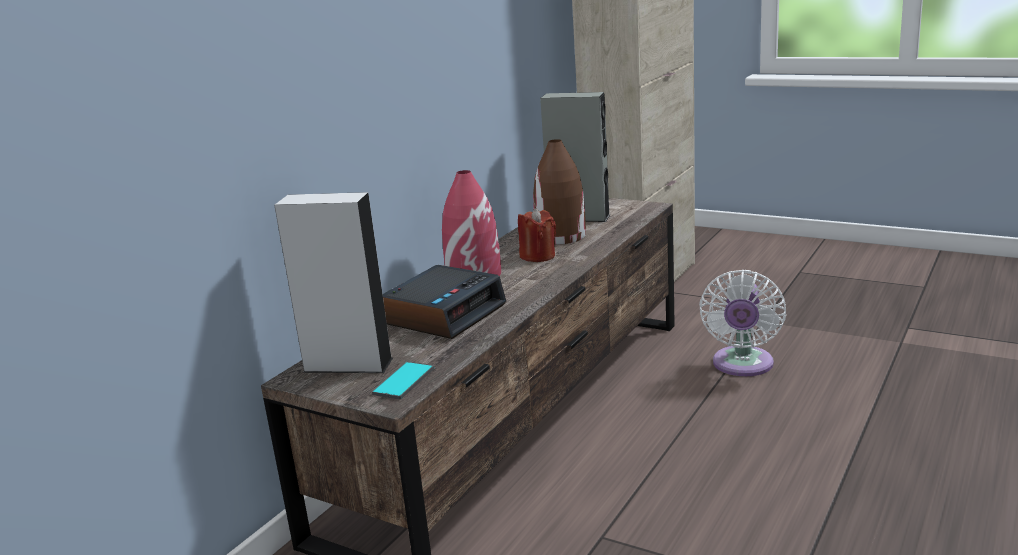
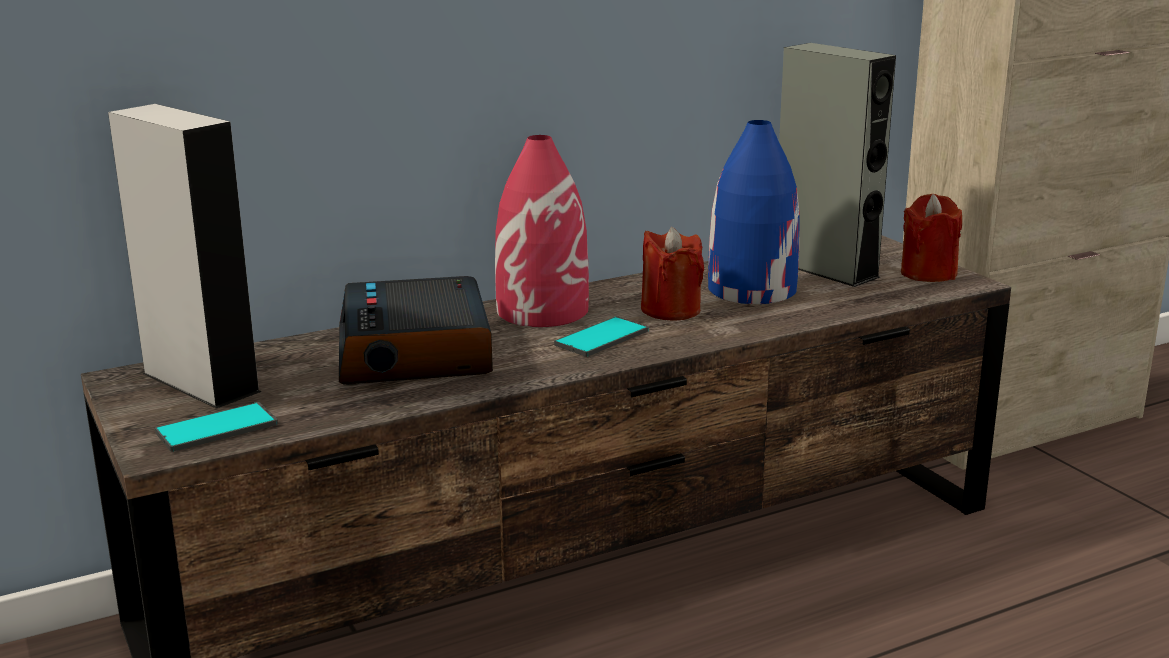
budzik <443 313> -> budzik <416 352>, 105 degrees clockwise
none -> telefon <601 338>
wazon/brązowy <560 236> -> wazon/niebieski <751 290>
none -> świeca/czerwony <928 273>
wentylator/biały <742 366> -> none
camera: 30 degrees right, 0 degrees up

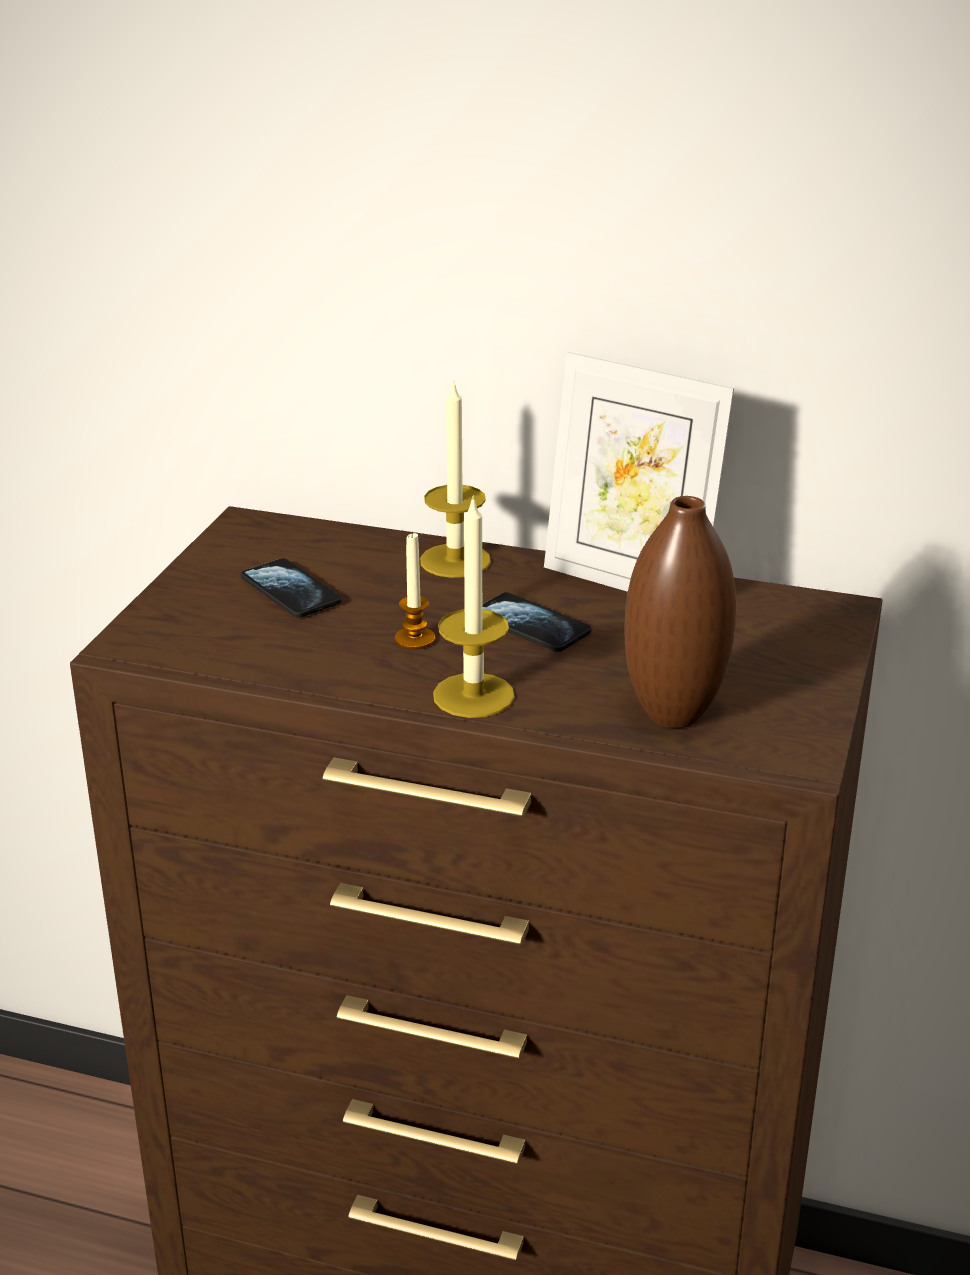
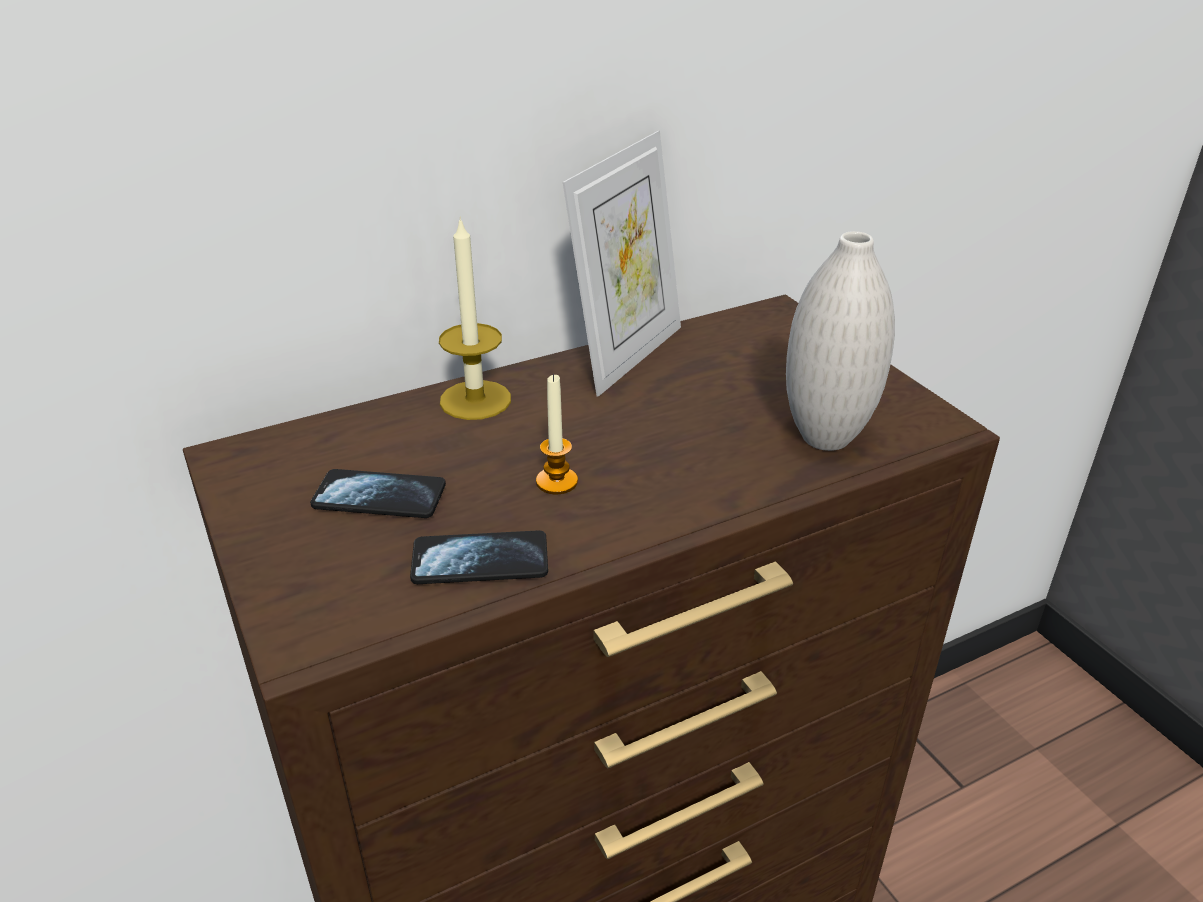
telefon <531 625> -> telefon <480 561>, moved
ramka na zdjęcie <629 582> -> ramka na zdjęcie <626 355>, 45 degrees counterclockwise
wazon/brązowy <673 715> -> wazon/biały <825 438>
świeca <473 695> -> none
camera: 45 degrees left, 5 degrees up

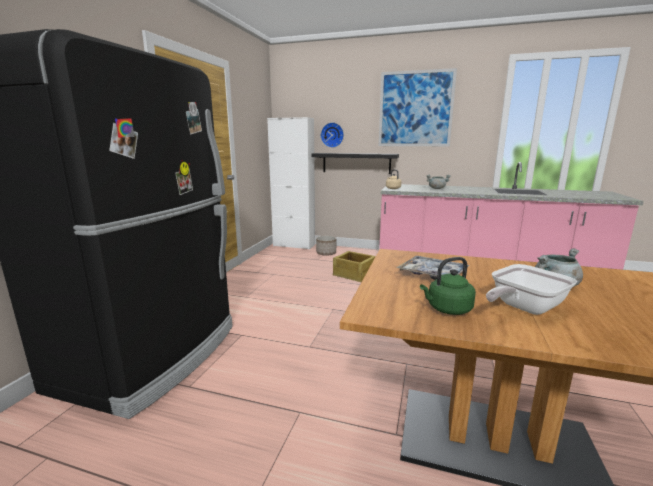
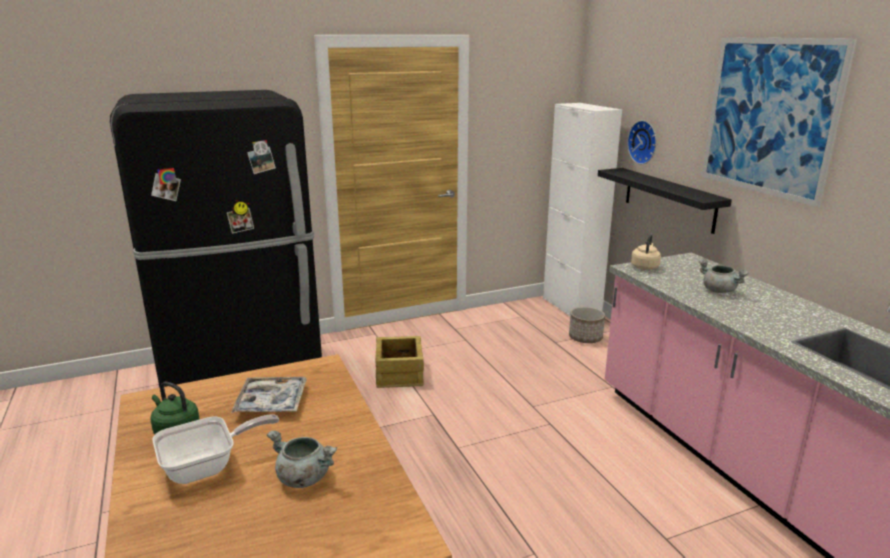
patelnia <522 308> -> patelnia <207 467>, 135 degrees clockwise
skrzynka <354 275> -> skrzynka <398 374>, moved
camera: 50 degrees right, 5 degrees up

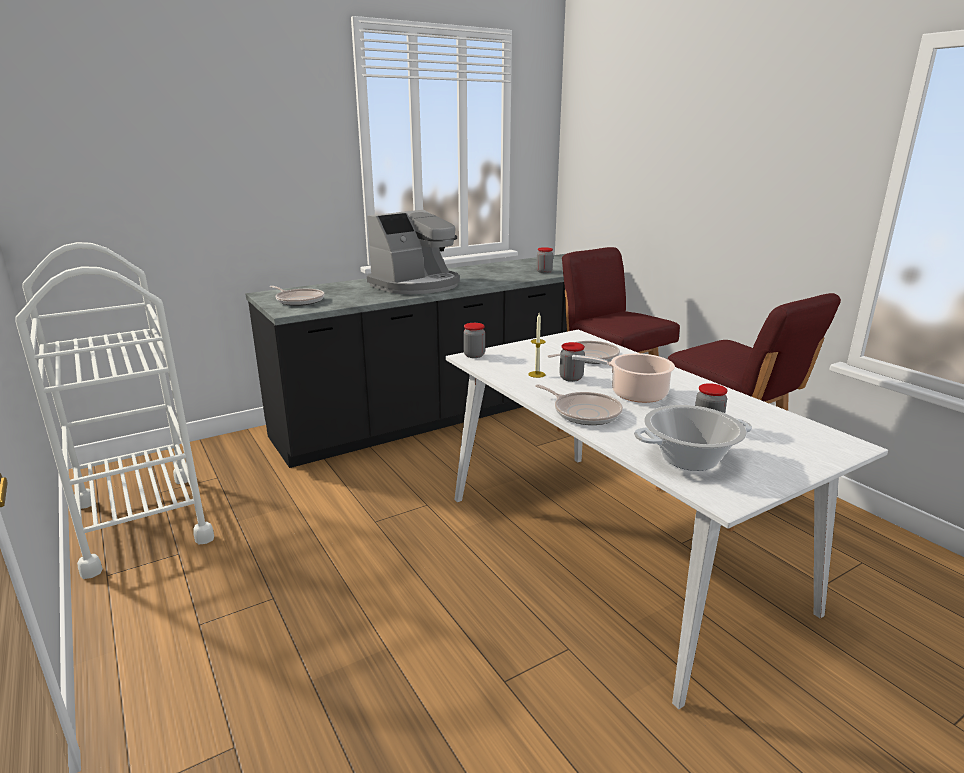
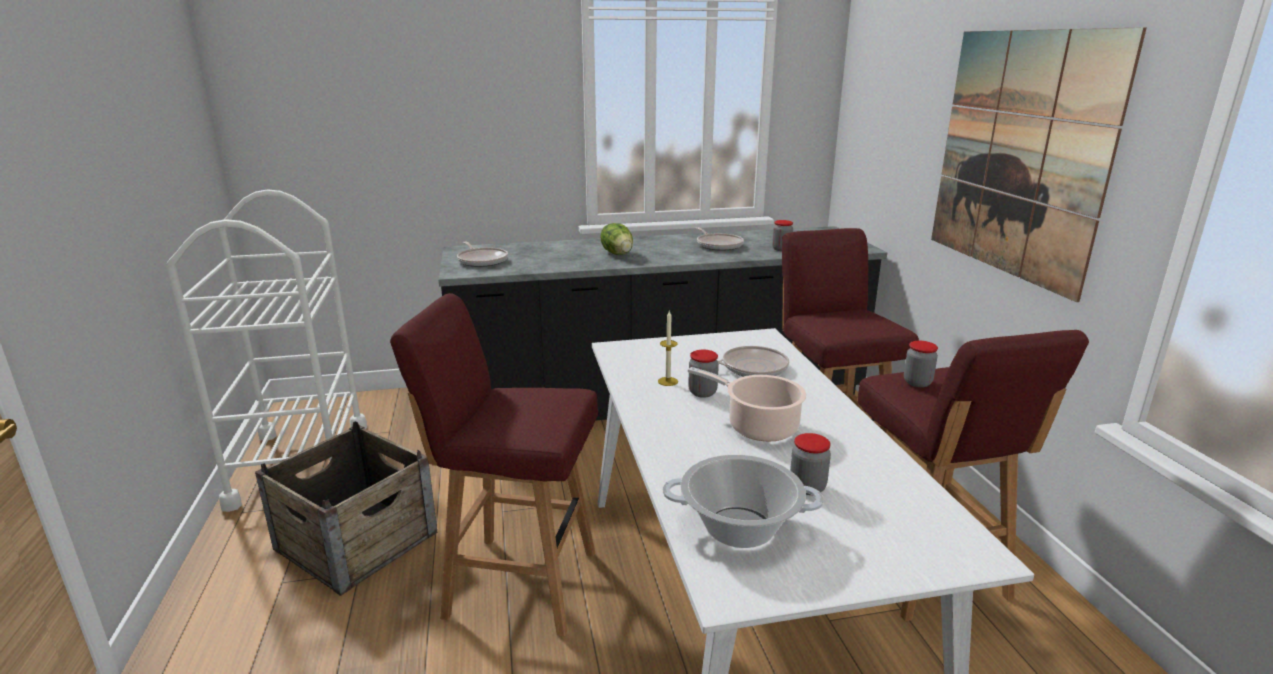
none -> skrzynka <356 541>
none -> stołek/czerwony <518 582>
ekspres do kawy <416 285> -> sałata <618 253>
patelnia <584 412> -> patelnia <718 245>, moved
słoik <474 355> -> słoik <917 382>, moved
none -> obraz <1019 155>
camera: 20 degrees right, 0 degrees up

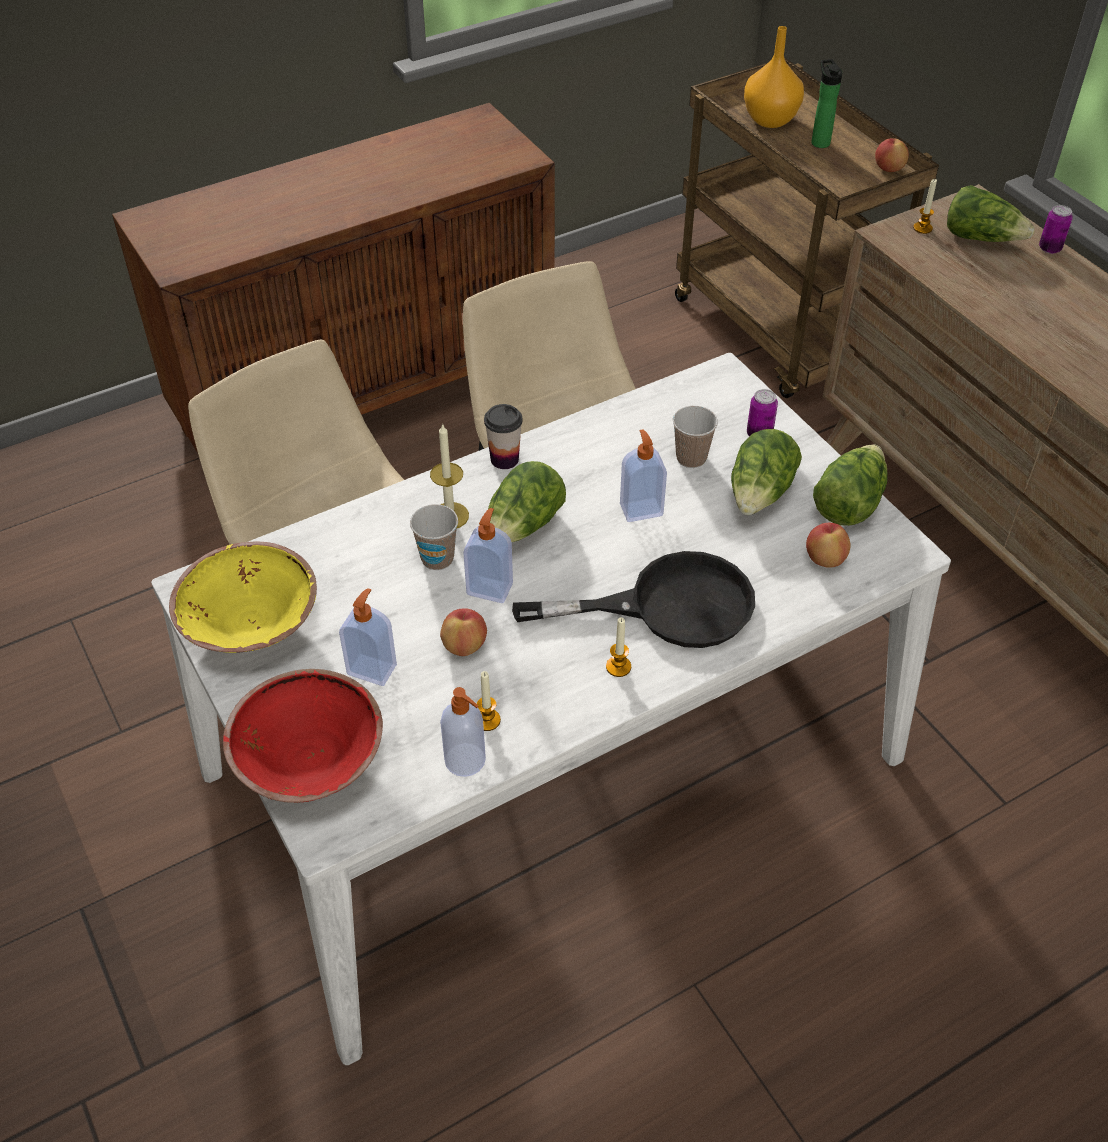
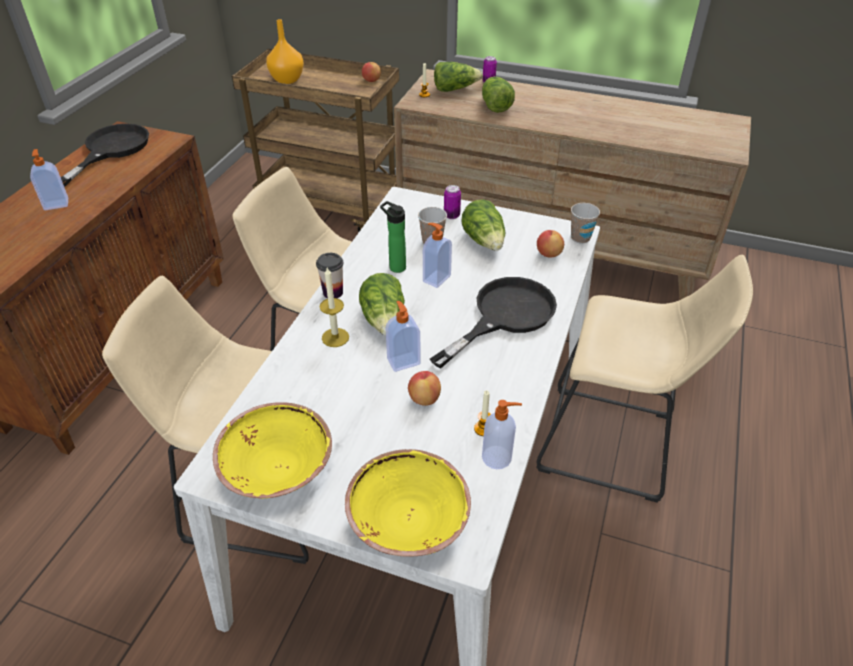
dozownik mydła <372 669> -> dozownik mydła <56 204>, moved
none -> patelnia/czarny <111 150>
miska/czerwony <309 759> -> miska/żółty <407 520>
butelka <819 141> -> butelka <395 267>, moved
sałata <848 502> -> sałata <495 105>, moved
none -> stołek/beżowy <614 446>
filiżanka <437 559> -> filiżanka <580 238>, moved
świeca <618 667> -> none
camera: 40 degrees left, 5 degrees down

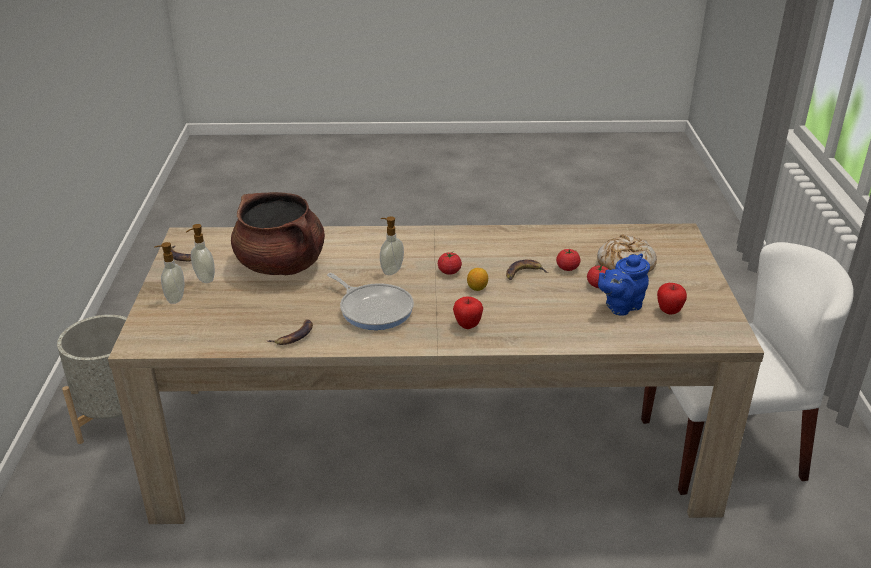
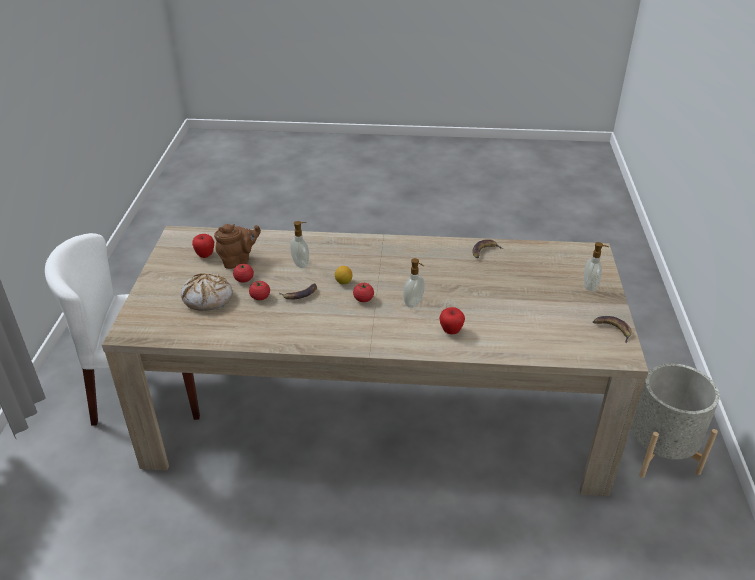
imbryk/niebieski <620 306> -> imbryk/brązowy <238 261>
dozownik mydła <204 279> -> dozownik mydła <301 264>, moved
jabłko <467 325> -> jabłko <451 331>, moved
garnek/brązowy <281 265> -> none
patelnia <374 309> -> none
camera: 175 degrees left, 5 degrees up

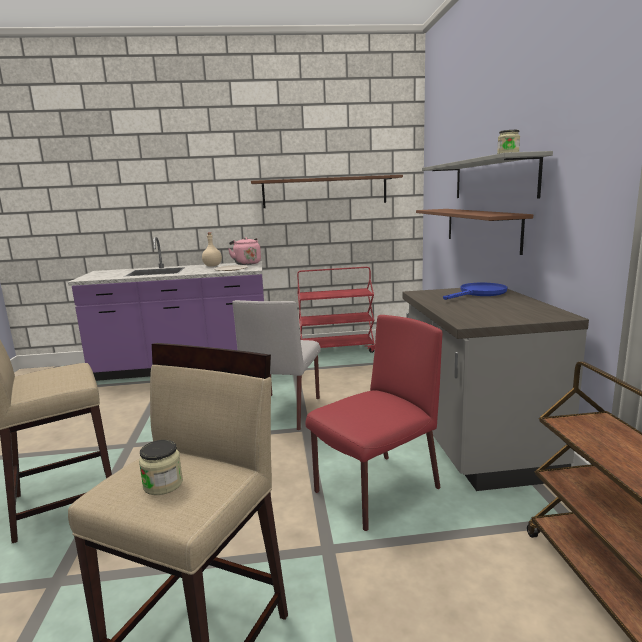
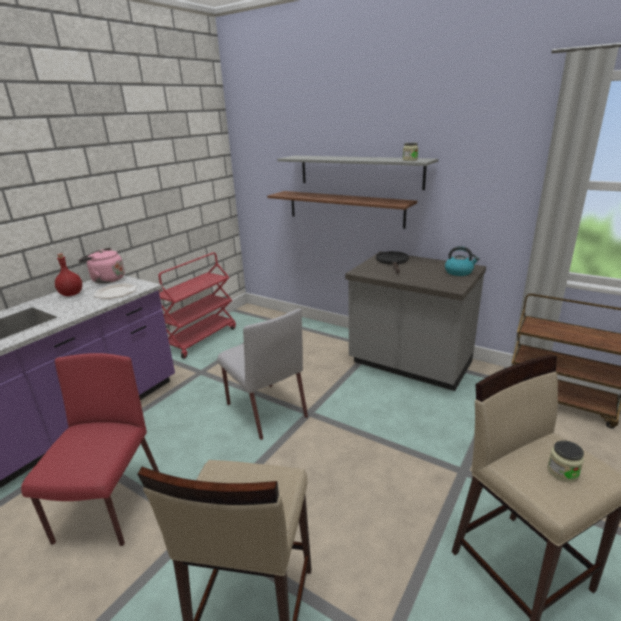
krzesło/czerwony <375 491> -> krzesło/czerwony <108 507>, moved
butelka/beżowy <213 266> -> butelka/czerwony <71 294>
patelnia/niebieski <479 293> -> patelnia/czarny <393 262>
none -> czajnik <459 272>
półka/brązowy <325 192> -> none
camera: 50 degrees left, 10 degrees up

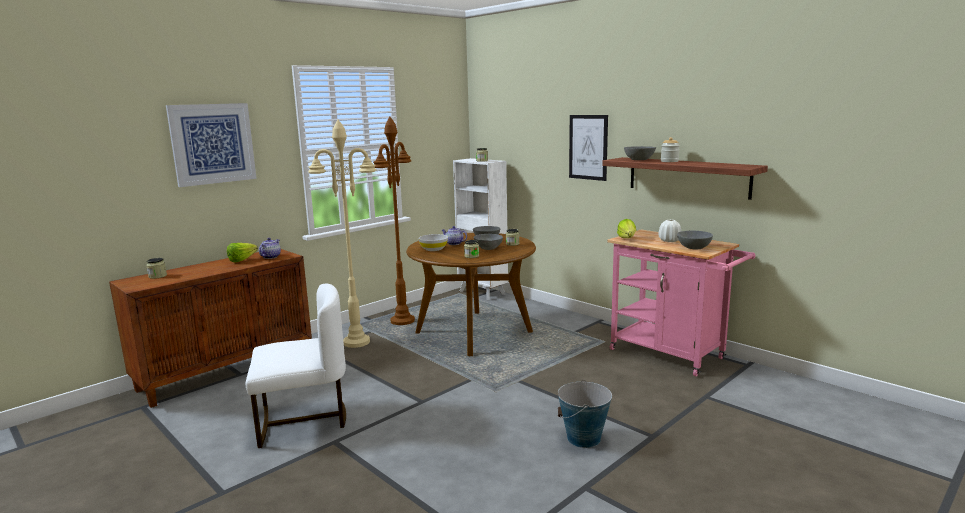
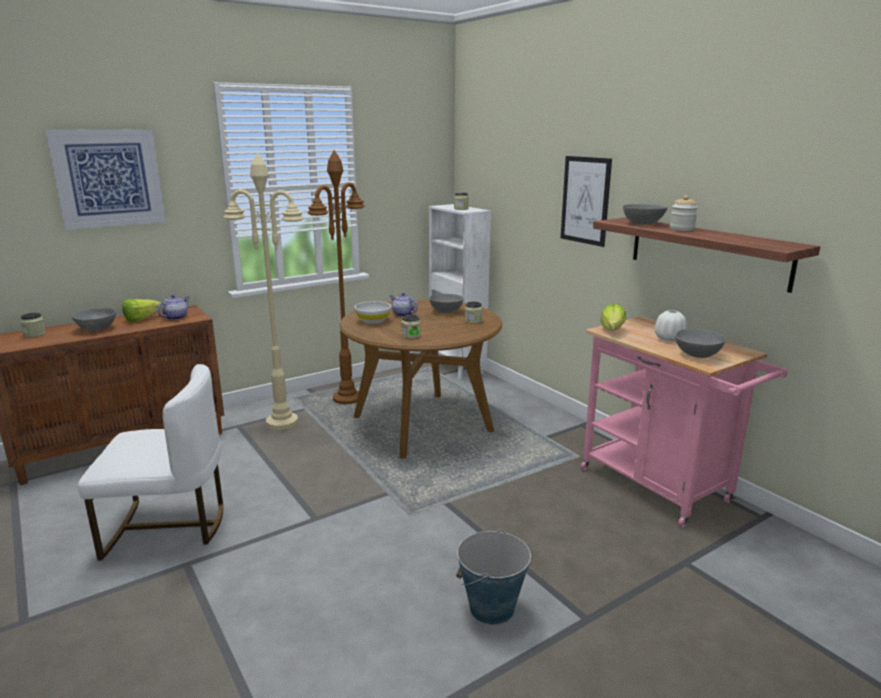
miska/szary <488 248> -> miska/szary <97 329>, moved
camera: 10 degrees right, 5 degrees up

